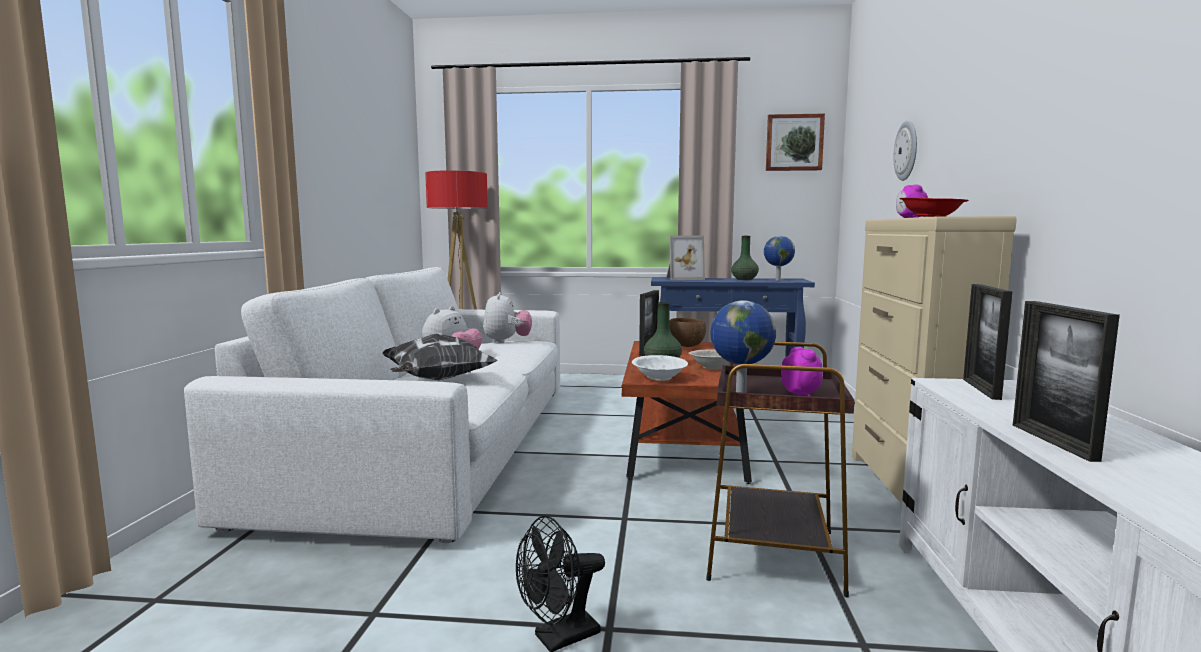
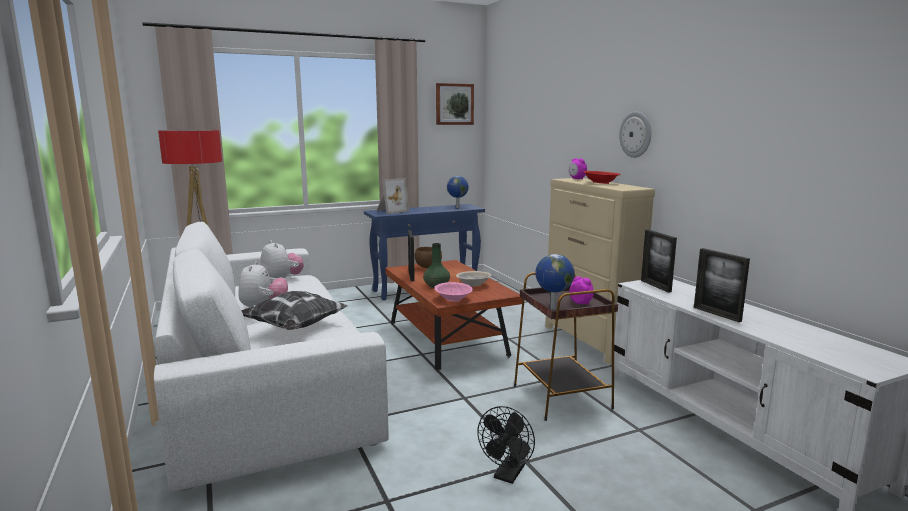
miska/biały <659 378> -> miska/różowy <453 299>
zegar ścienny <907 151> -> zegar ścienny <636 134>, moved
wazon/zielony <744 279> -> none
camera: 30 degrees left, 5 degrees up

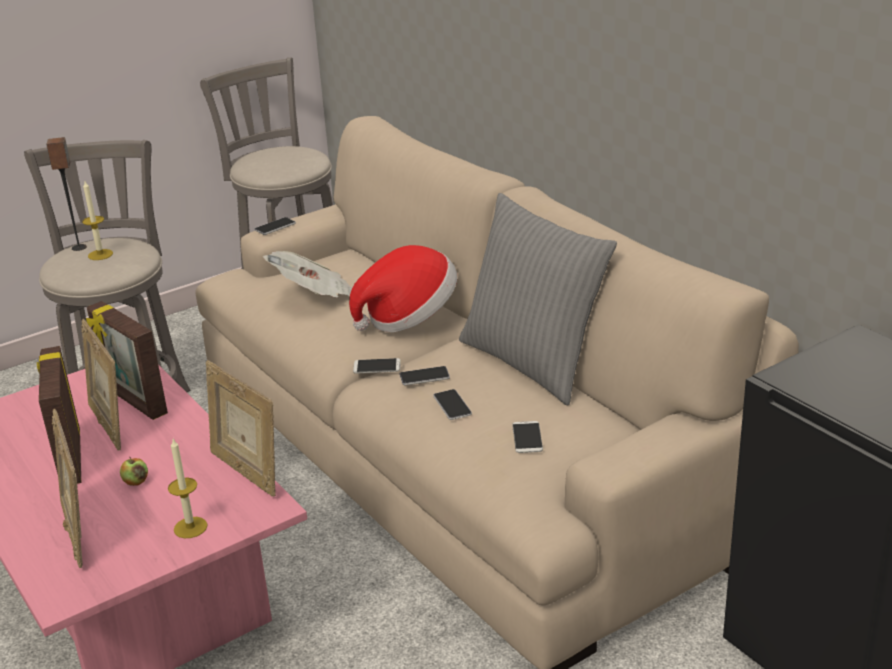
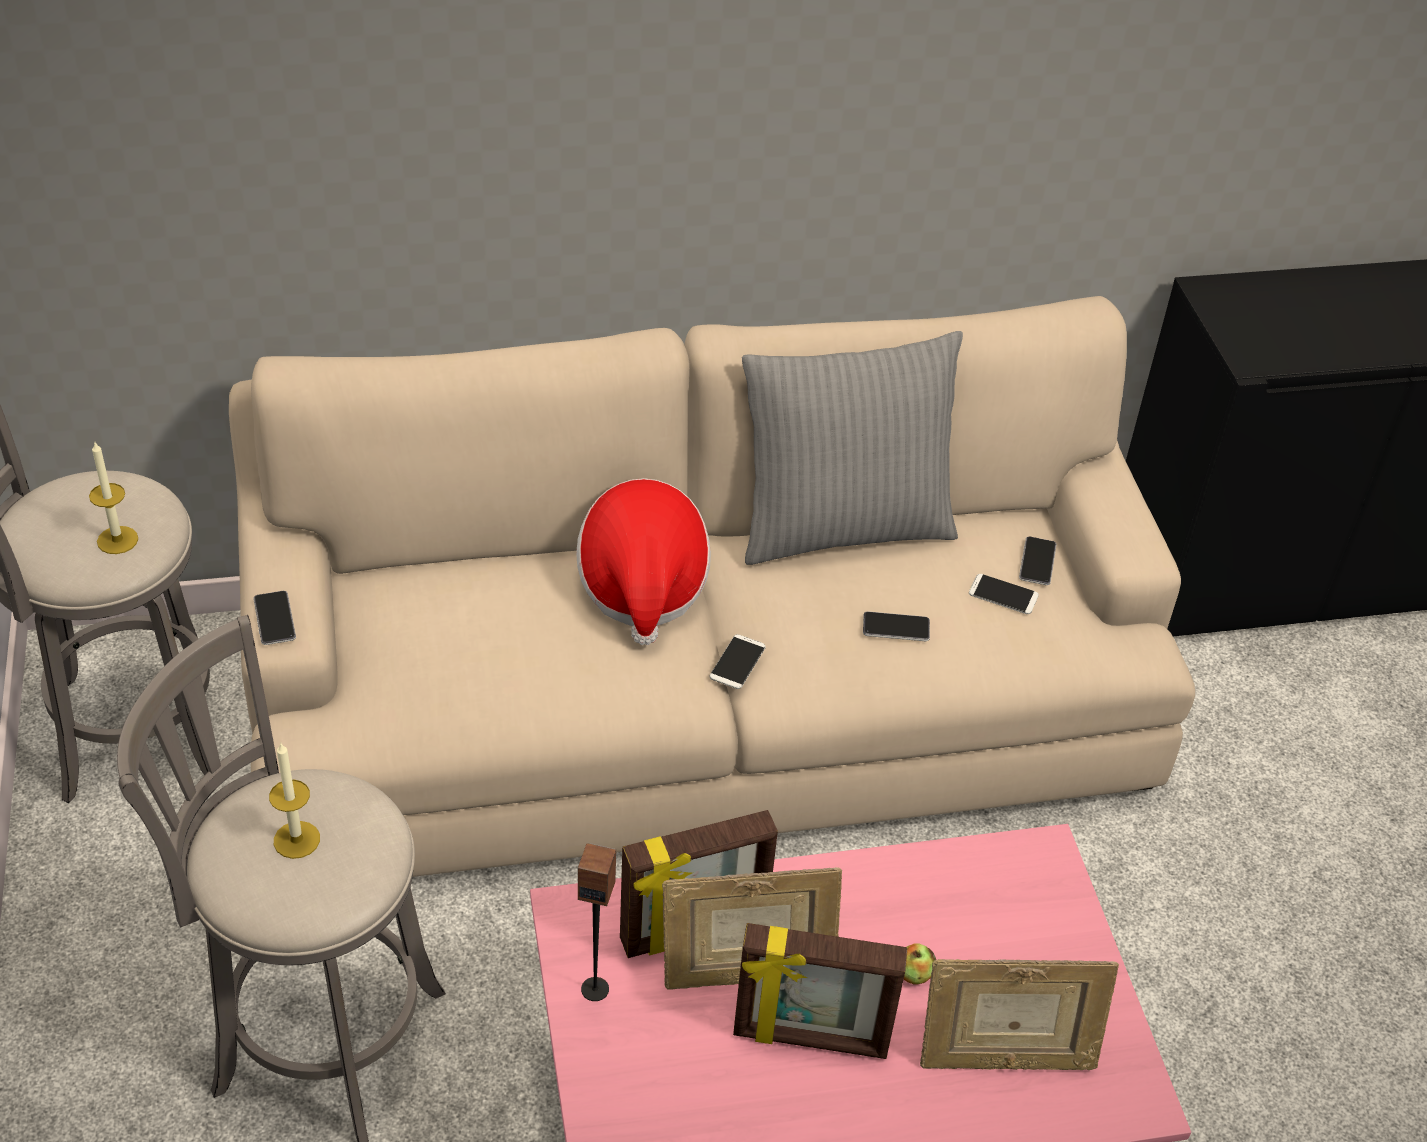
świeca <190 527> -> świeca <117 540>, moved
głośnik <79 247> -> głośnik <595 988>, moved
telefon <424 377> -> telefon <1037 562>, moved
ramka na zdjęcie <246 471> -> none
gazeta <316 297> -> none
camera: 70 degrees left, 15 degrees up

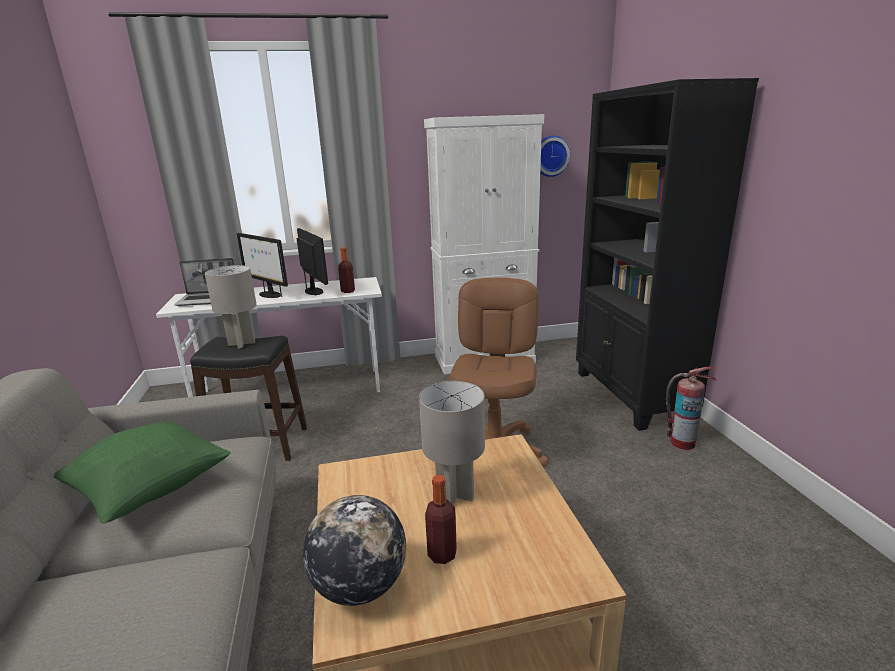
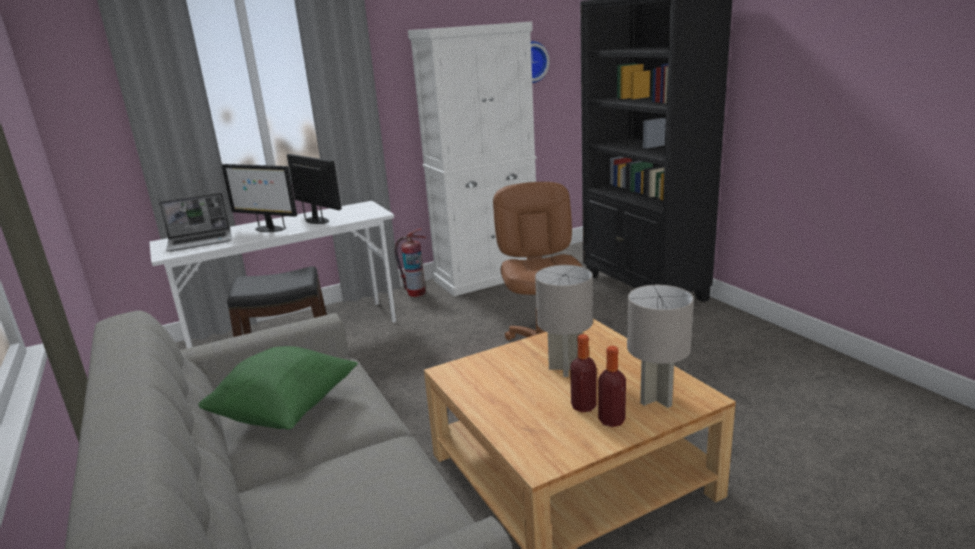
gaśnica <682 443> -> gaśnica <416 293>, moved
butelka <348 291> -> butelka <611 420>, moved
lampa stołowa/szary <241 343> -> lampa stołowa/szary <655 398>, moved
globus <359 586> -> none
camera: 15 degrees left, 0 degrees up

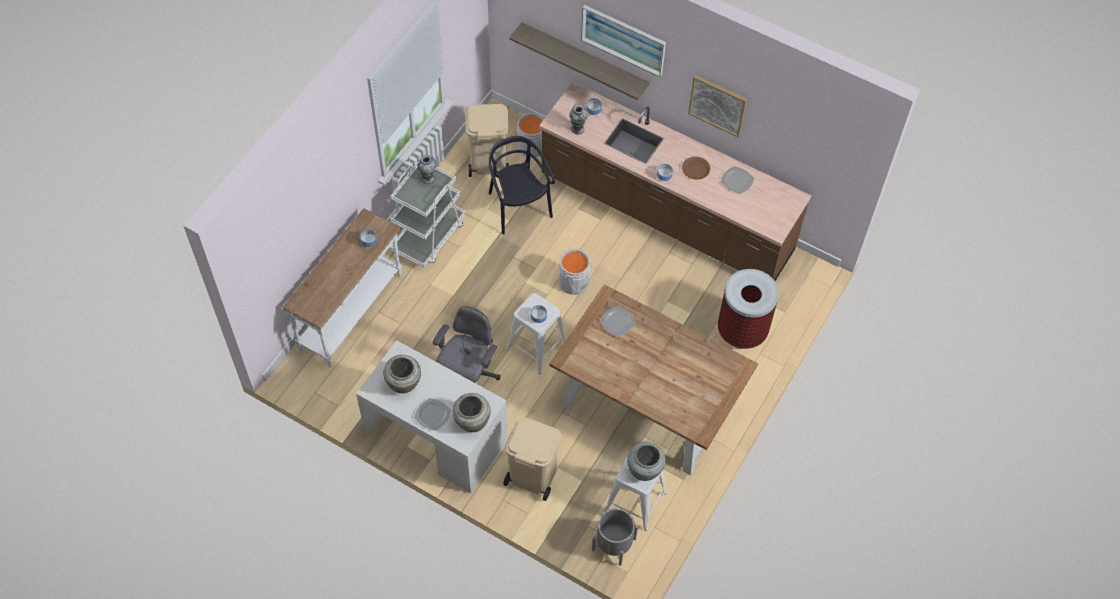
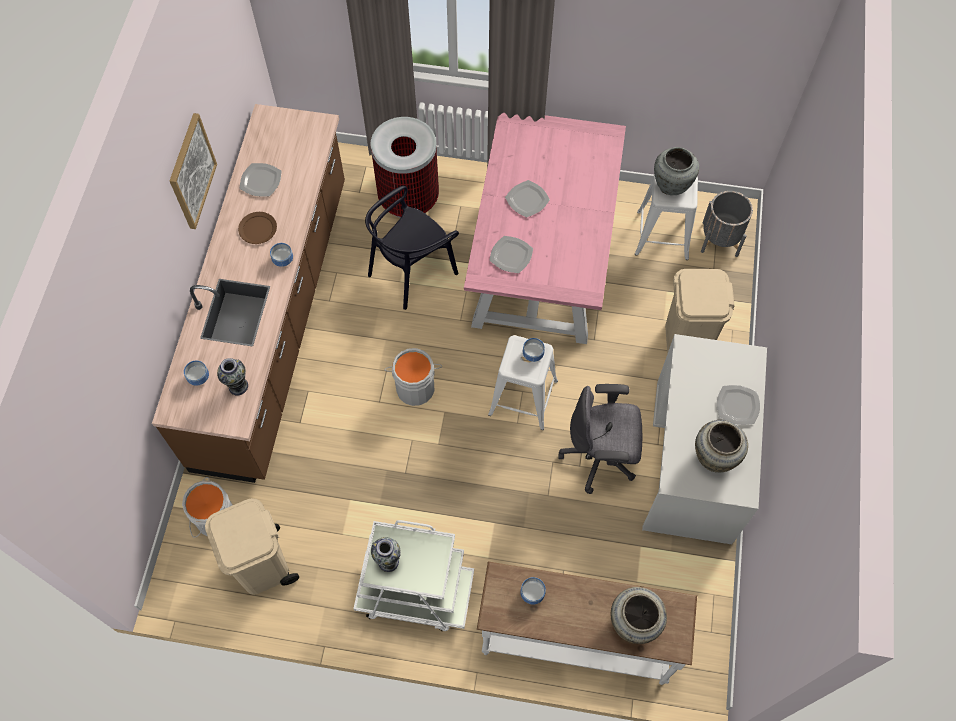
krzesło/czarny <518 207> -> krzesło/czarny <411 271>, moved
stół jadalny/brązowy <649 403> -> stół jadalny/różowy <541 258>
none -> talerz <526 200>
wazon/beżowy <472 422> -> wazon/beżowy <633 624>, moved
półka <584 60> -> none
obraz <623 39> -> none
camera: 110 degrees left, 5 degrees up

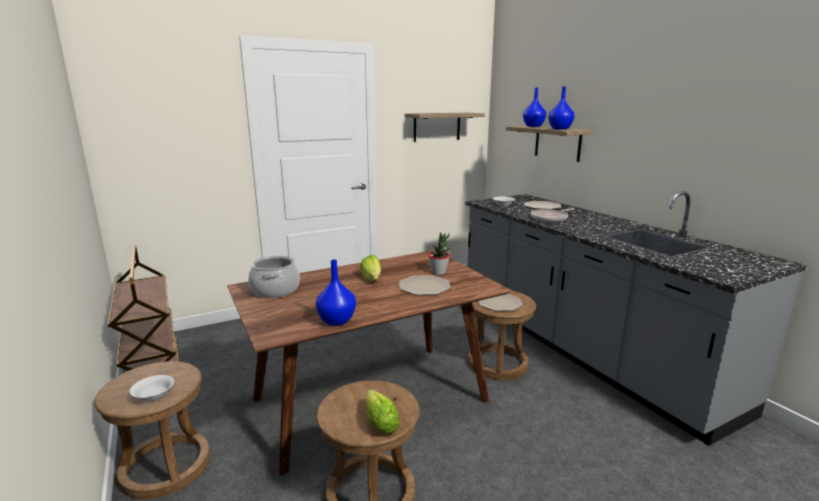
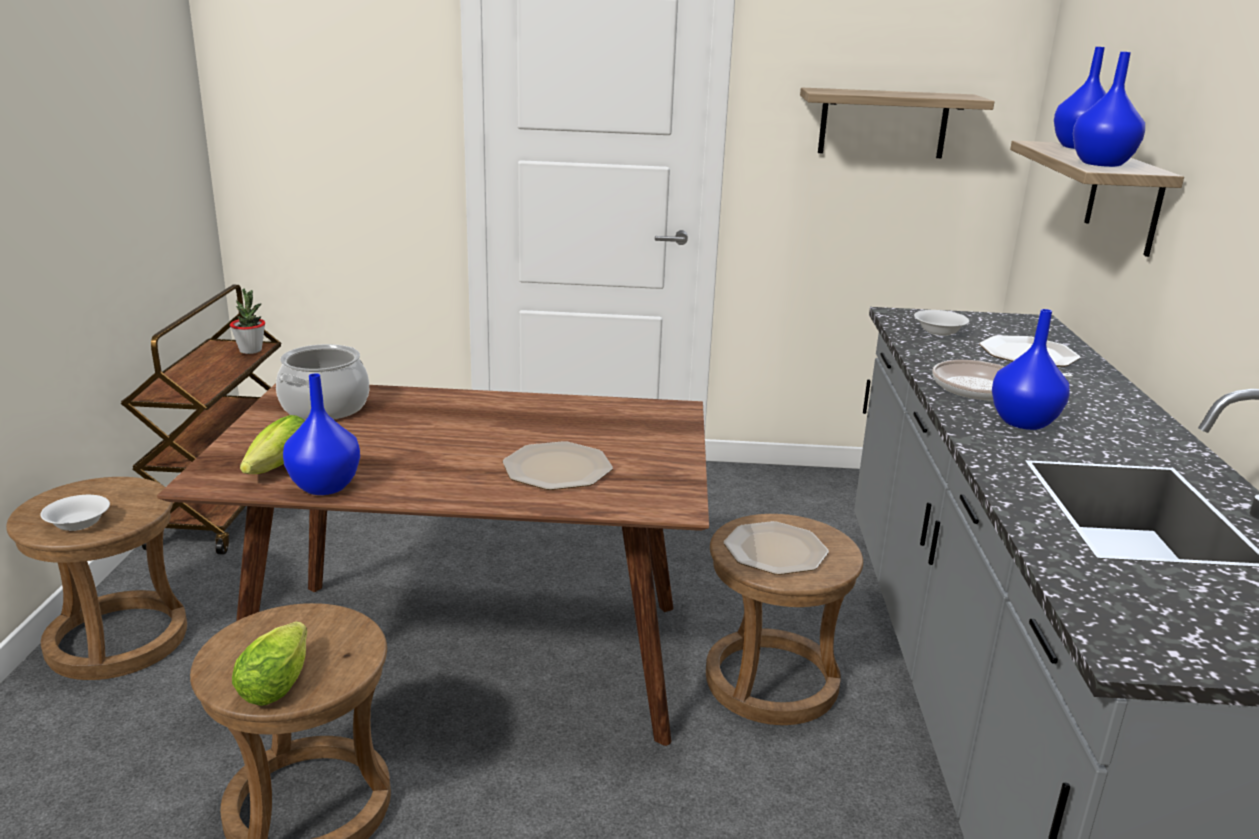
roślina doniczkowa <438 272> -> roślina doniczkowa <251 350>, moved
sałata <372 279> -> sałata <275 469>, moved
none -> wazon/niebieski <1022 423>
camera: 30 degrees right, 5 degrees up

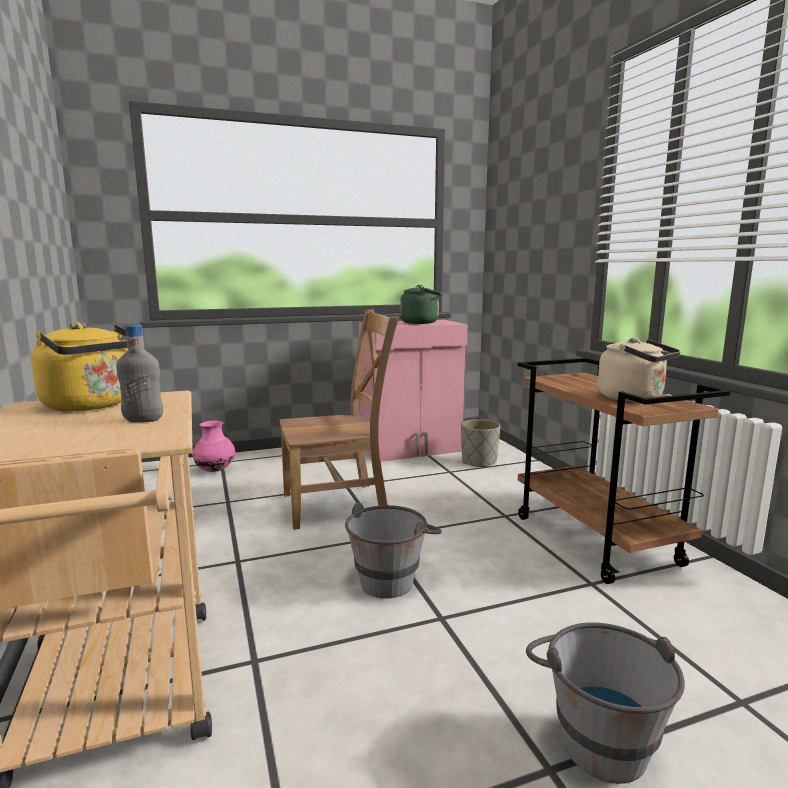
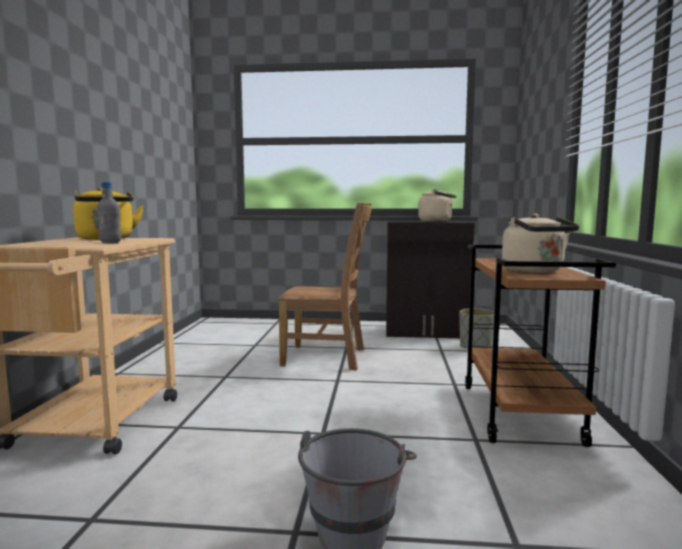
szafka/różowy <412 449> -> szafka/czarny <426 332>
czajnik/zielony <422 322> -> czajnik/beżowy <437 221>
wazon/różowy <215 470> -> none
wiadro/szary <392 577> -> none
camera: 25 degrees right, 5 degrees down

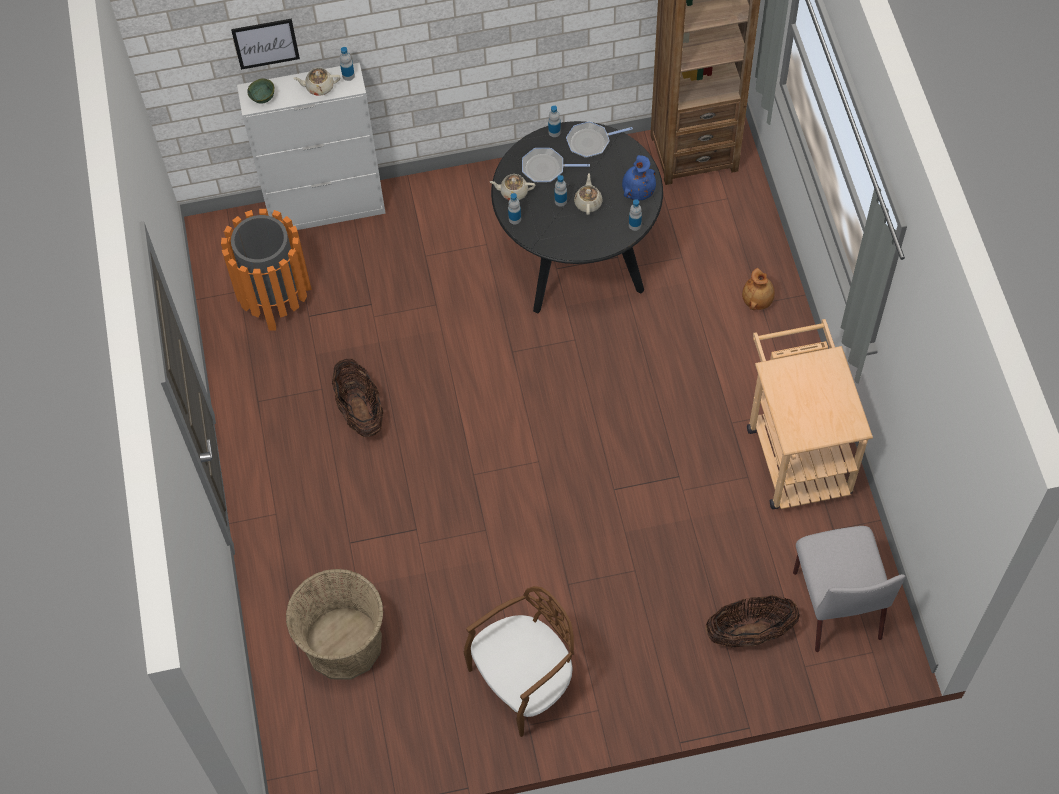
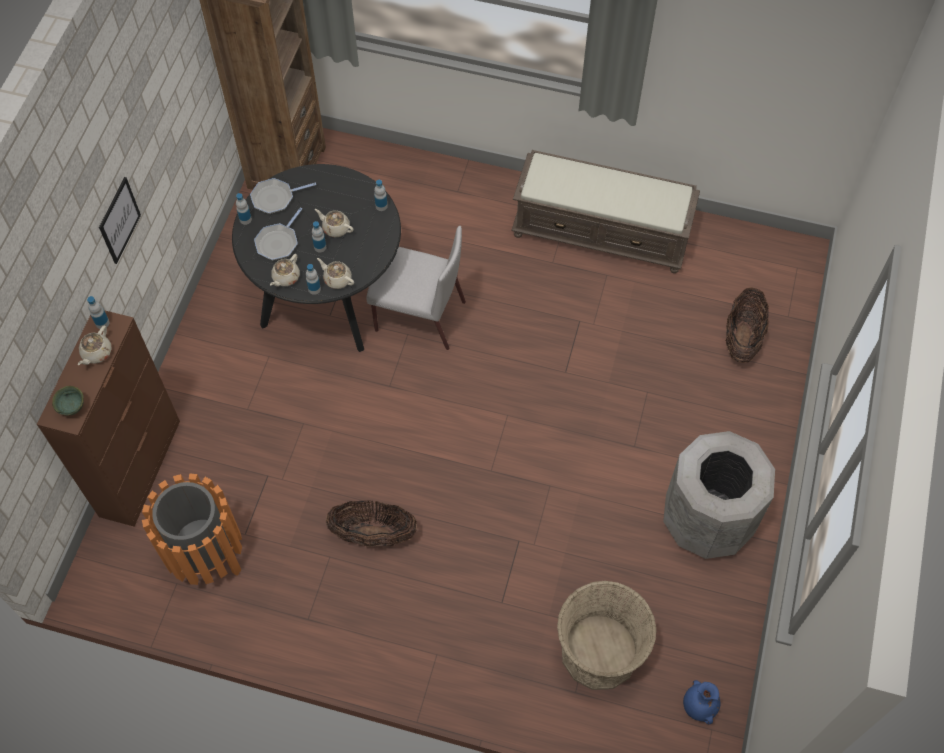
szafka/biały <327 209> -> szafka/brązowy <140 467>
obraz <265 43> -> obraz <119 220>, moved
patelnia <591 142> -> patelnia <275 198>, 60 degrees clockwise
none -> imbryk/beżowy <337 279>
krzesło/szary <836 603> -> krzesło/szary <418 316>, moved
wózek/beżowy <795 450> -> ławka/brązowy <601 233>
krzesło/brązowy <525 681> -> kosz na śmieci/szary <706 520>
wazon/niebieski <638 191> -> wazon/niebieski <698 706>, moved
wazon/brązowy <757 301> -> none
camera: 65 degrees left, 0 degrees up

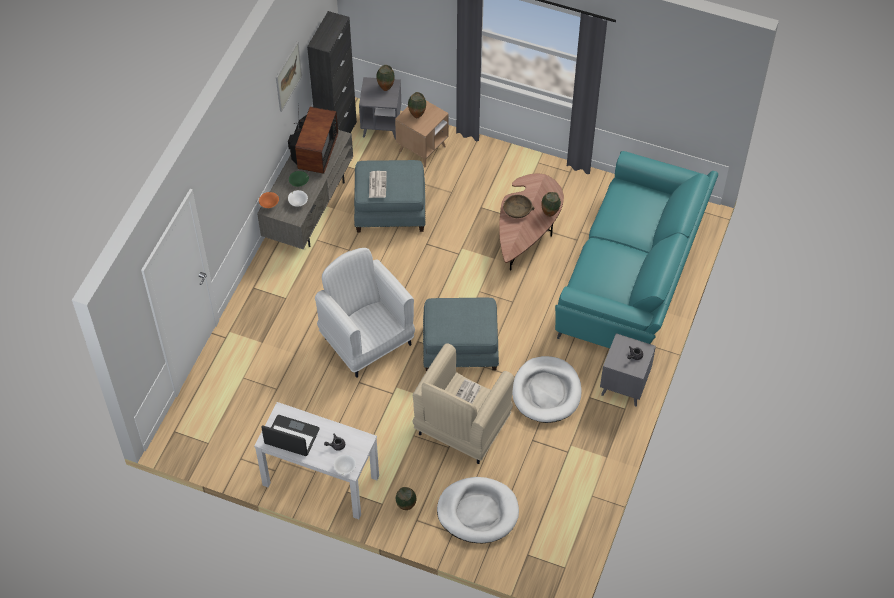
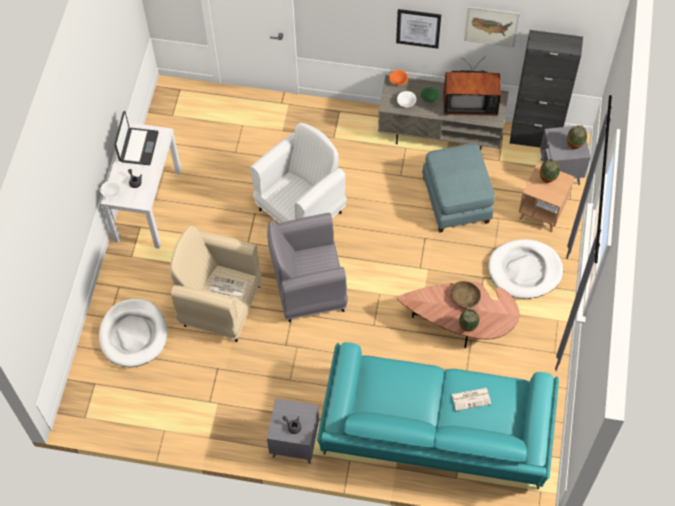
pufa/niebieski <460 349> -> fotel/szary <308 289>
none -> obraz <418 28>
gazeta <377 184> -> gazeta <471 399>, moved
legowisko/biały <546 392> -> legowisko/biały <524 271>, moved
wazon <406 507> -> none
camera: 80 degrees right, 5 degrees up

